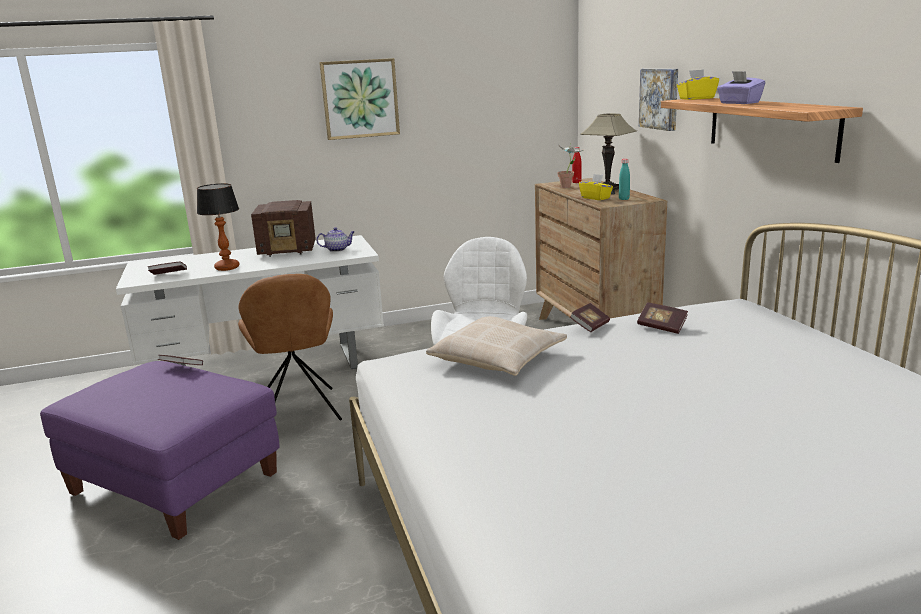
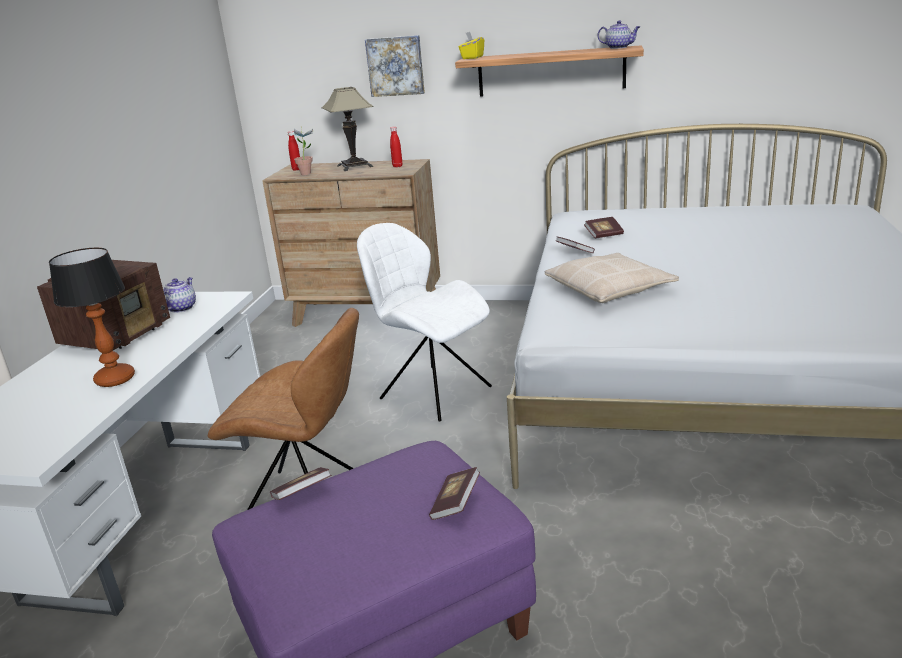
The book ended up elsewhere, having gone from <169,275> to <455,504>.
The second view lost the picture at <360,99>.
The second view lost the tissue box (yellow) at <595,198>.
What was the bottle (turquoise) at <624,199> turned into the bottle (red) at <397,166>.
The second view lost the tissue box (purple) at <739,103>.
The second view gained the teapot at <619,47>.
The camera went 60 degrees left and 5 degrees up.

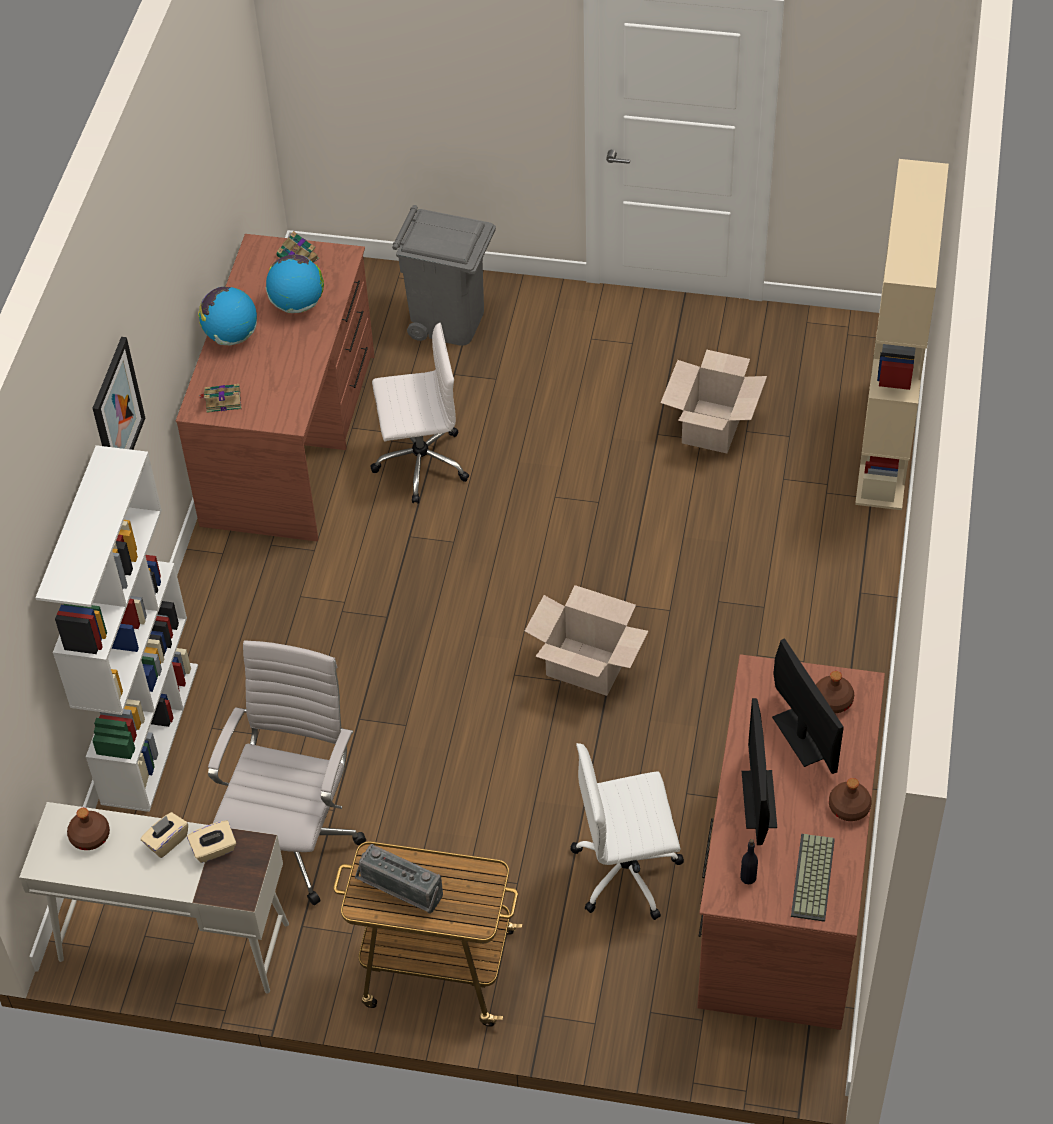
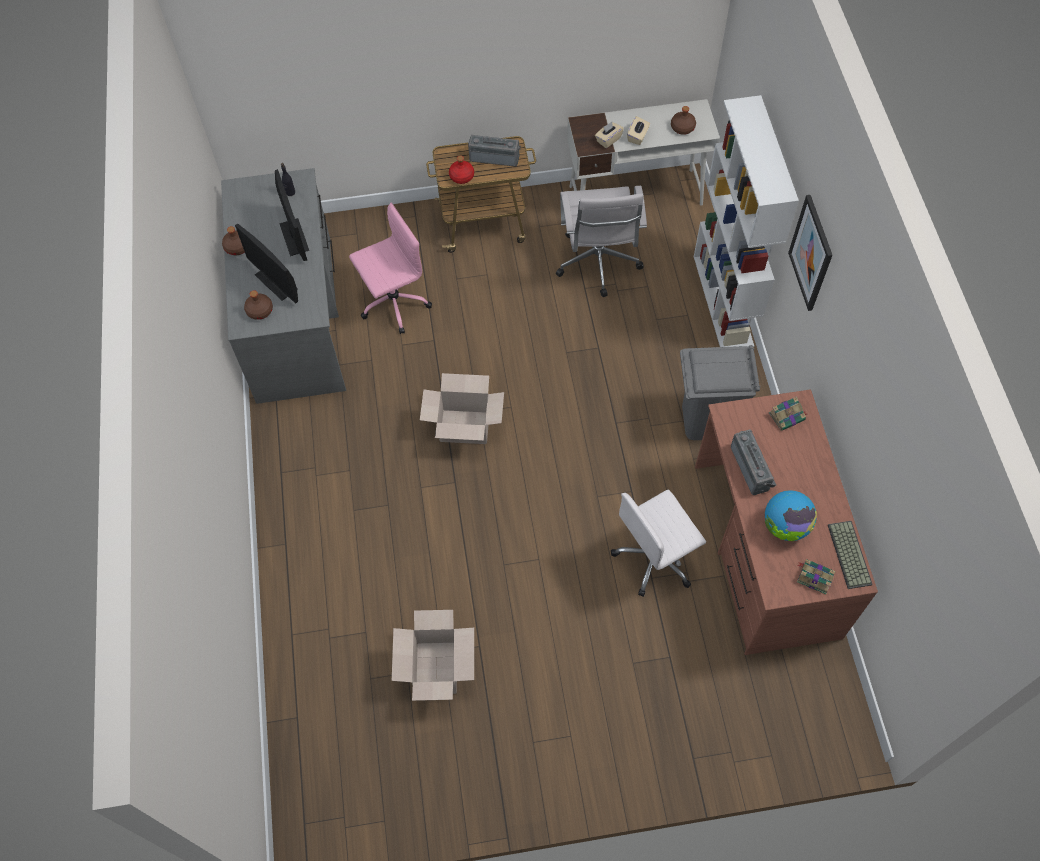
The second view lost the globe at <231,336>.
The trash can (grey) ended up elsewhere, having gone from <449,321> to <707,419>.
What was the office chair (white) at <628,871> turned into the office chair (pink) at <393,303>.
What was the desk (brown) at <784,889> turned into the desk (grey) at <296,319>.
The keyboard ended up elsewhere, having gone from <814,879> to <847,554>.
The second view lost the bookcase (beige) at <886,446>.
The second view gained the bottle (red) at <461,177>.
The second view gained the radio at <752,468>.
The camera went 160 degrees right and 10 degrees up.

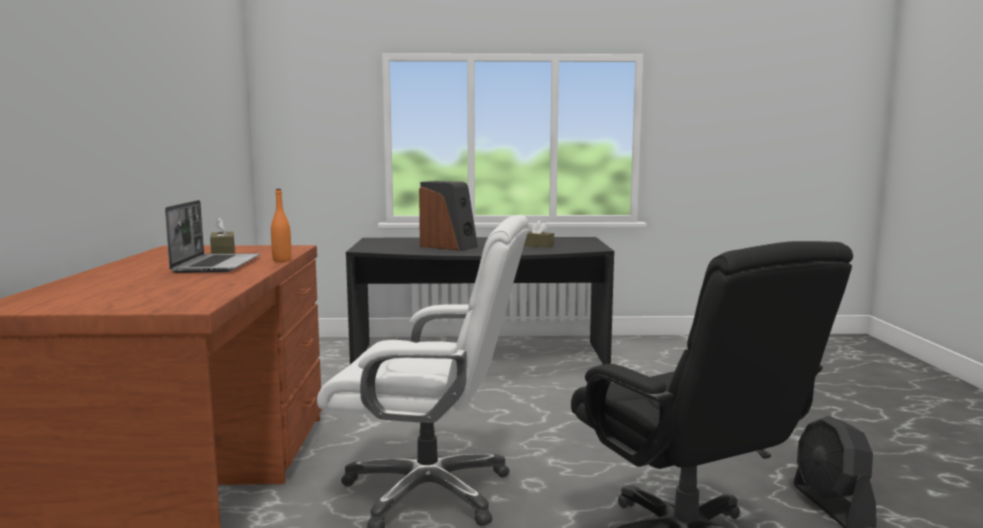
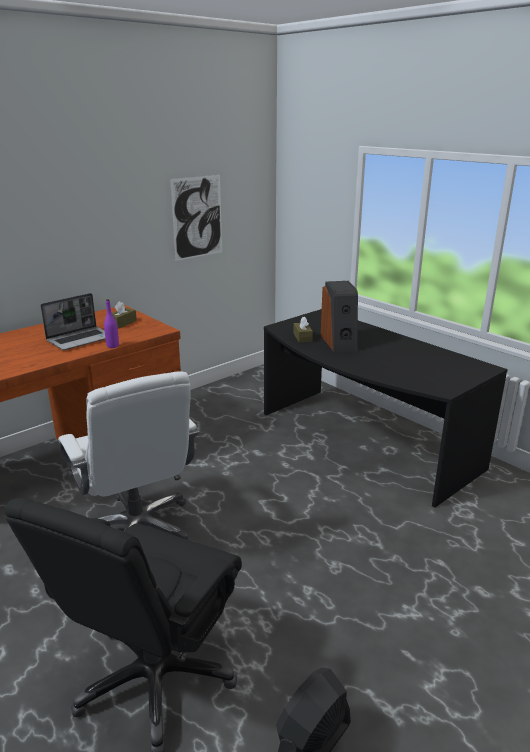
What was the bottle (orange) at <282,260> turned into the bottle (purple) at <113,346>.
The tissue box (brown) ended up elsewhere, having gone from <537,245> to <302,337>.
The second view gained the picture at <197,217>.
The camera went 50 degrees right and 15 degrees up.

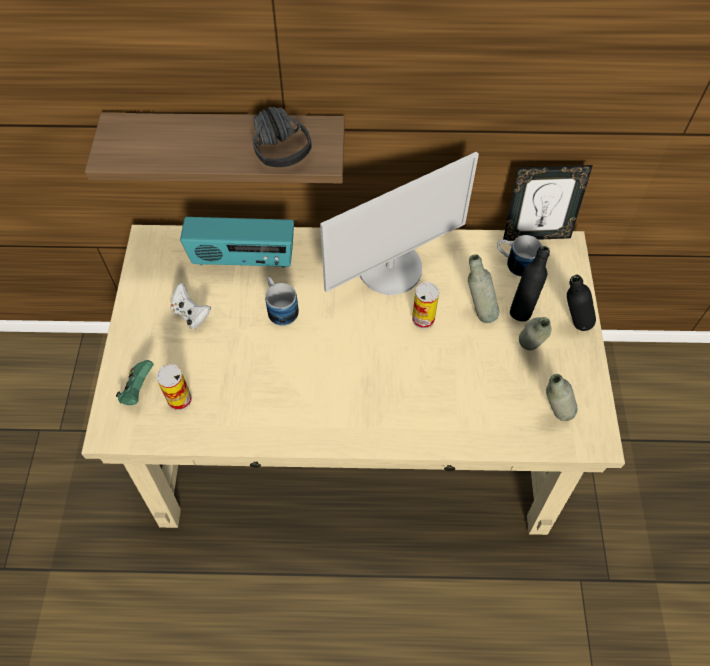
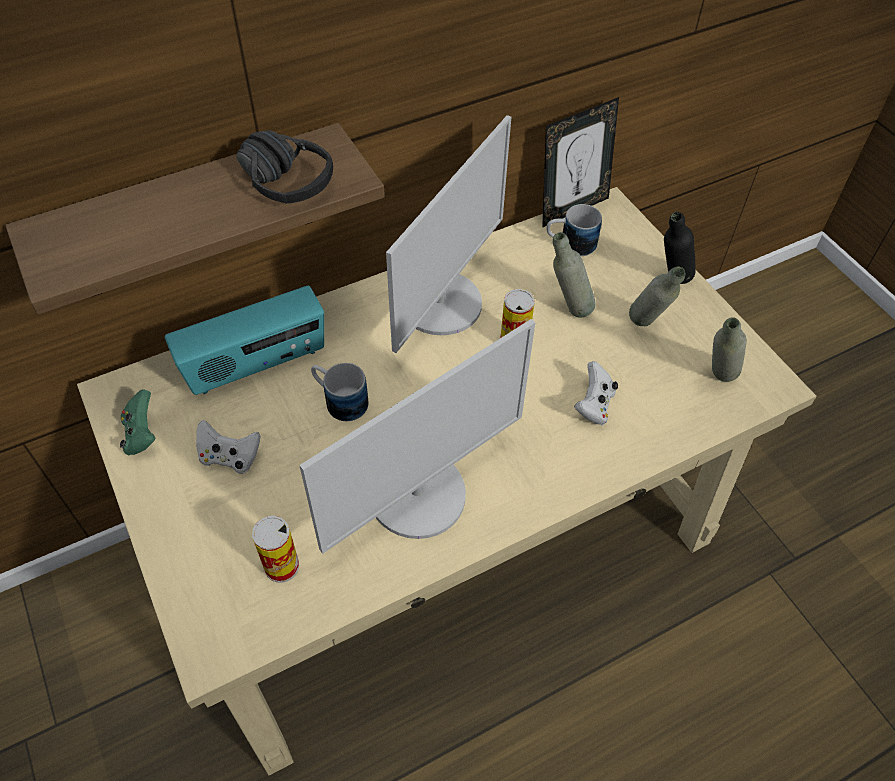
The game controller (green) ended up elsewhere, having gone from <138,390> to <142,435>.
The second view lost the bottle (black) at <522,308>.
The second view gained the monitor at <418,494>.
The second view gained the game controller (white) at <594,405>.
The camera went 30 degrees left and 5 degrees down.

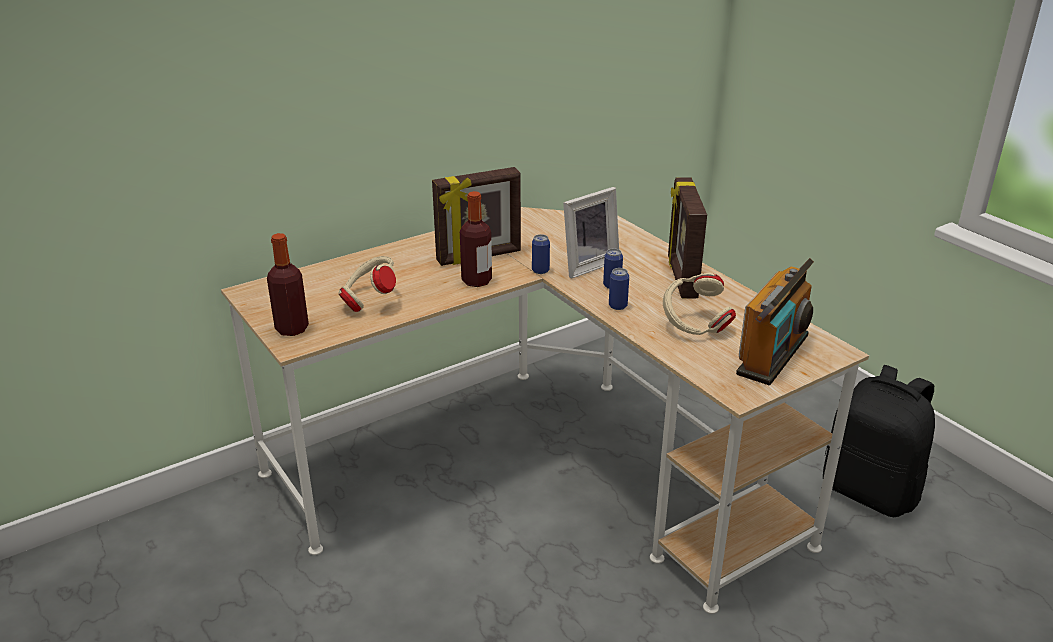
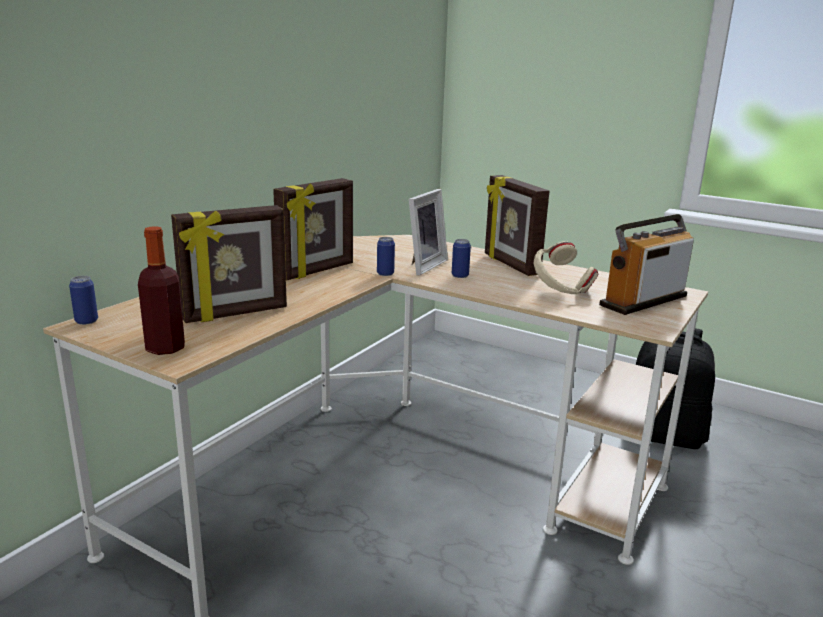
Where the headphones (beige) stood at <369,300>, the picture frame came to stand at <235,314>.
The second view lost the bottle at <476,281>.
The can ended up elsewhere, having gone from <617,306> to <86,321>.
The radio at <773,355> ended up facing another way, 135 degrees counterclockwise from before.
The camera went 25 degrees left and 10 degrees down.

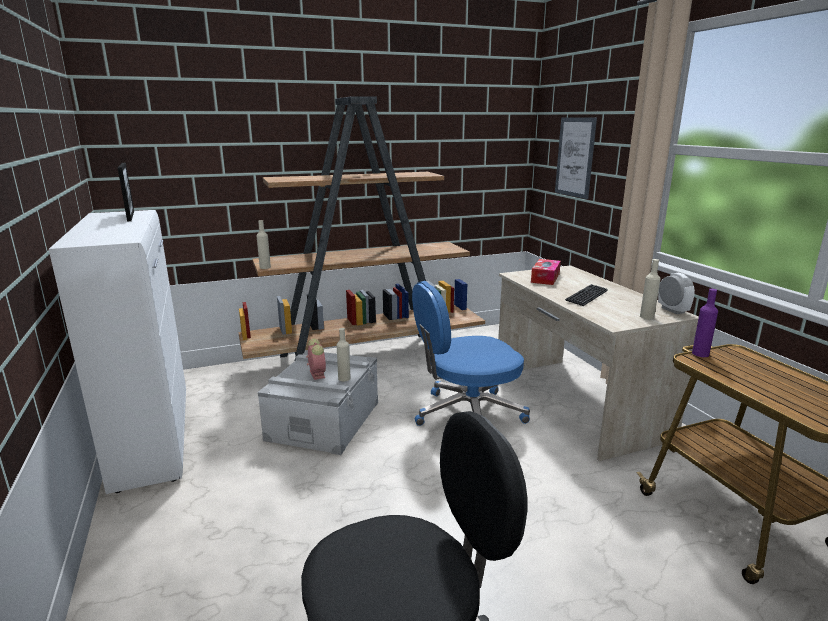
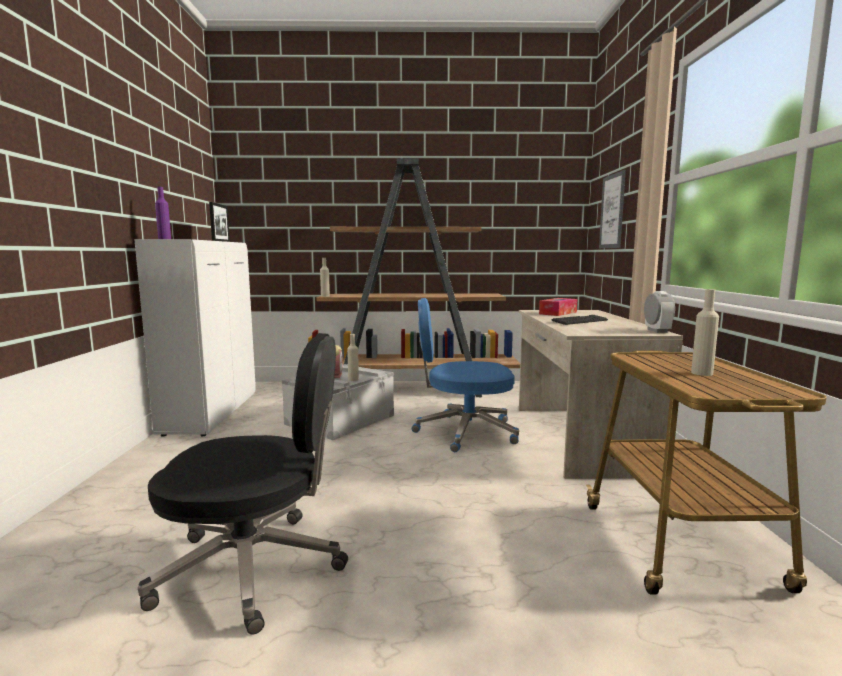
The bottle (beige) ended up elsewhere, having gone from <647,316> to <702,373>.
The bottle (purple) ended up elsewhere, having gone from <700,354> to <164,239>.
The camera went 20 degrees right and 10 degrees down.

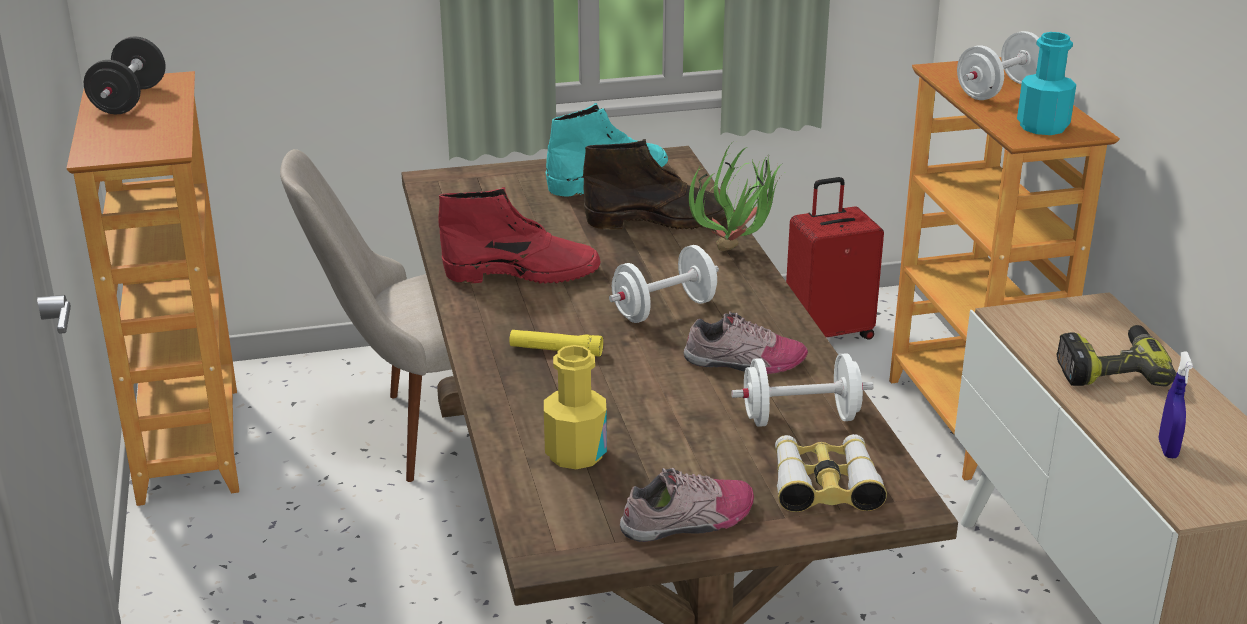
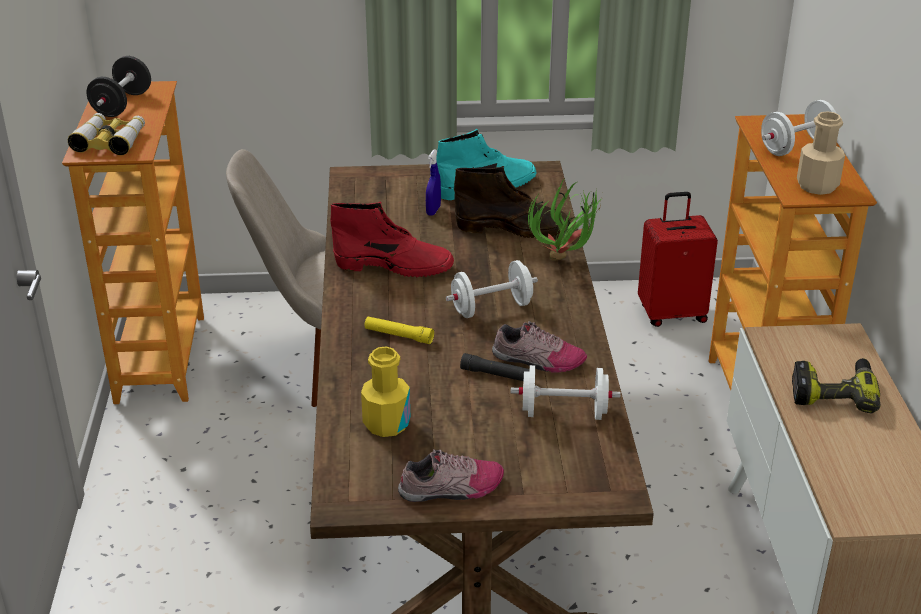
The binoculars ended up elsewhere, having gone from <824,484> to <110,141>.
What was the bottle (turquoise) at <1042,126> turned into the bottle (beige) at <817,186>.
The spray bottle (blue) ended up elsewhere, having gone from <1167,449> to <433,211>.
The second view gained the flashlight (black) at <497,375>.
The camera went 10 degrees right and 5 degrees up.

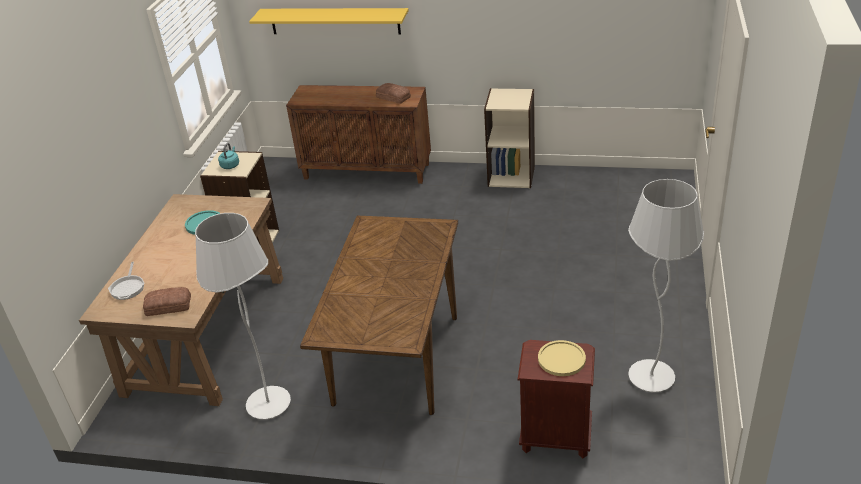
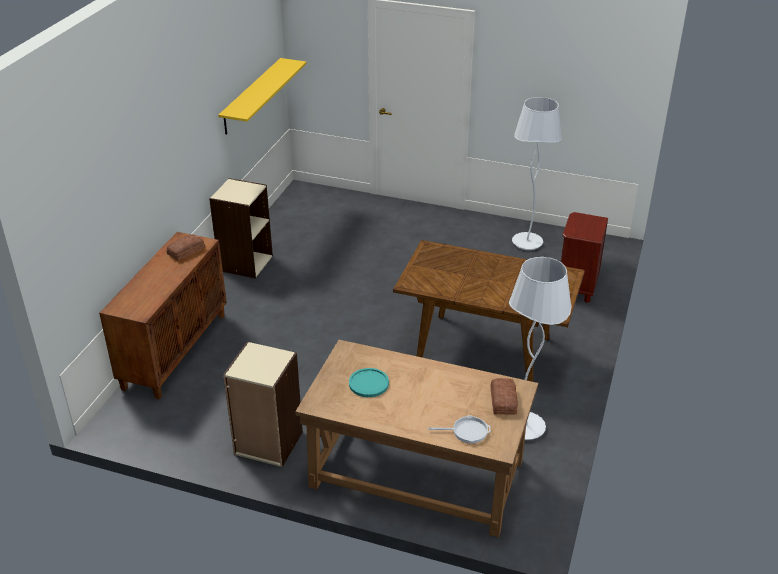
The second view lost the kettle (turquoise) at <230,165>.
The shelf (yellow) ended up elsewhere, having gone from <334,21> to <252,96>.
The second view lost the plate (yellow) at <561,359>.
The camera went 85 degrees left and 0 degrees up.

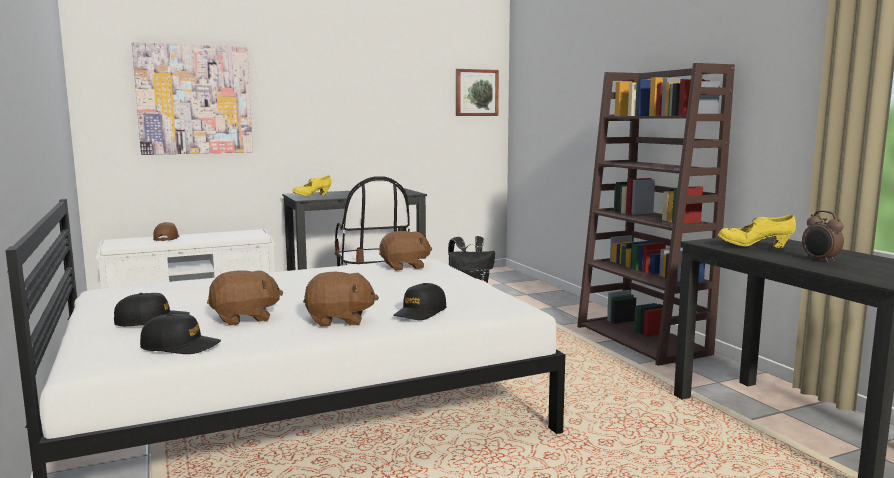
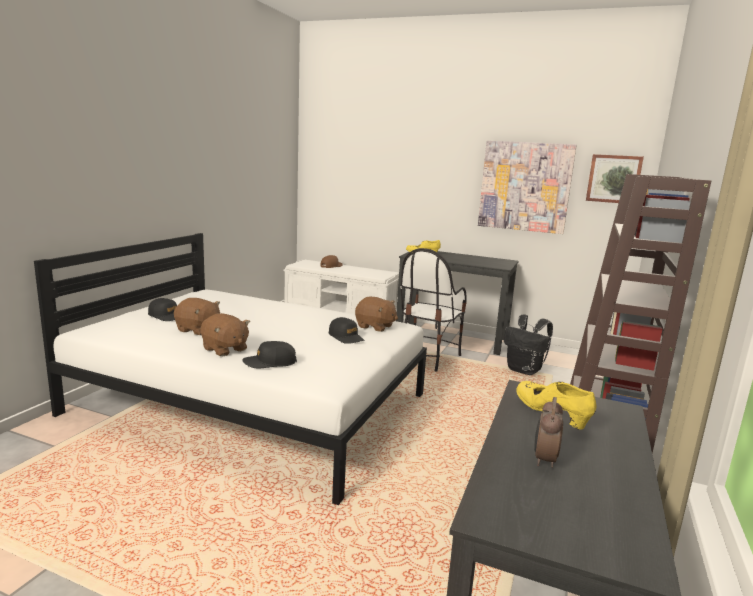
The picture ended up elsewhere, having gone from <194,99> to <525,186>.
The cap (black) ended up elsewhere, having gone from <180,346> to <346,337>.
The camera went 45 degrees right and 5 degrees up.

